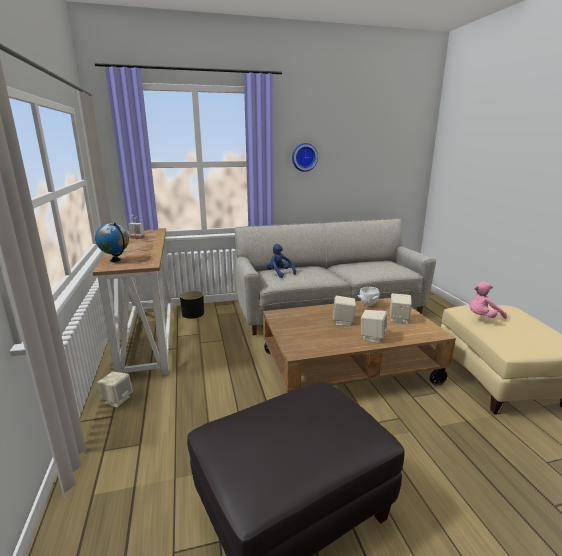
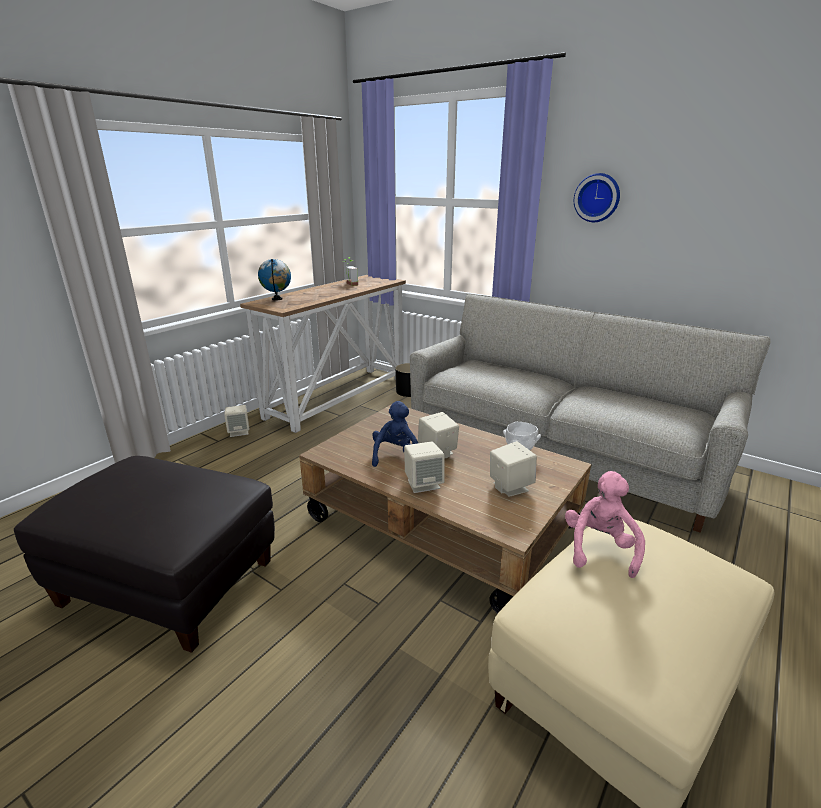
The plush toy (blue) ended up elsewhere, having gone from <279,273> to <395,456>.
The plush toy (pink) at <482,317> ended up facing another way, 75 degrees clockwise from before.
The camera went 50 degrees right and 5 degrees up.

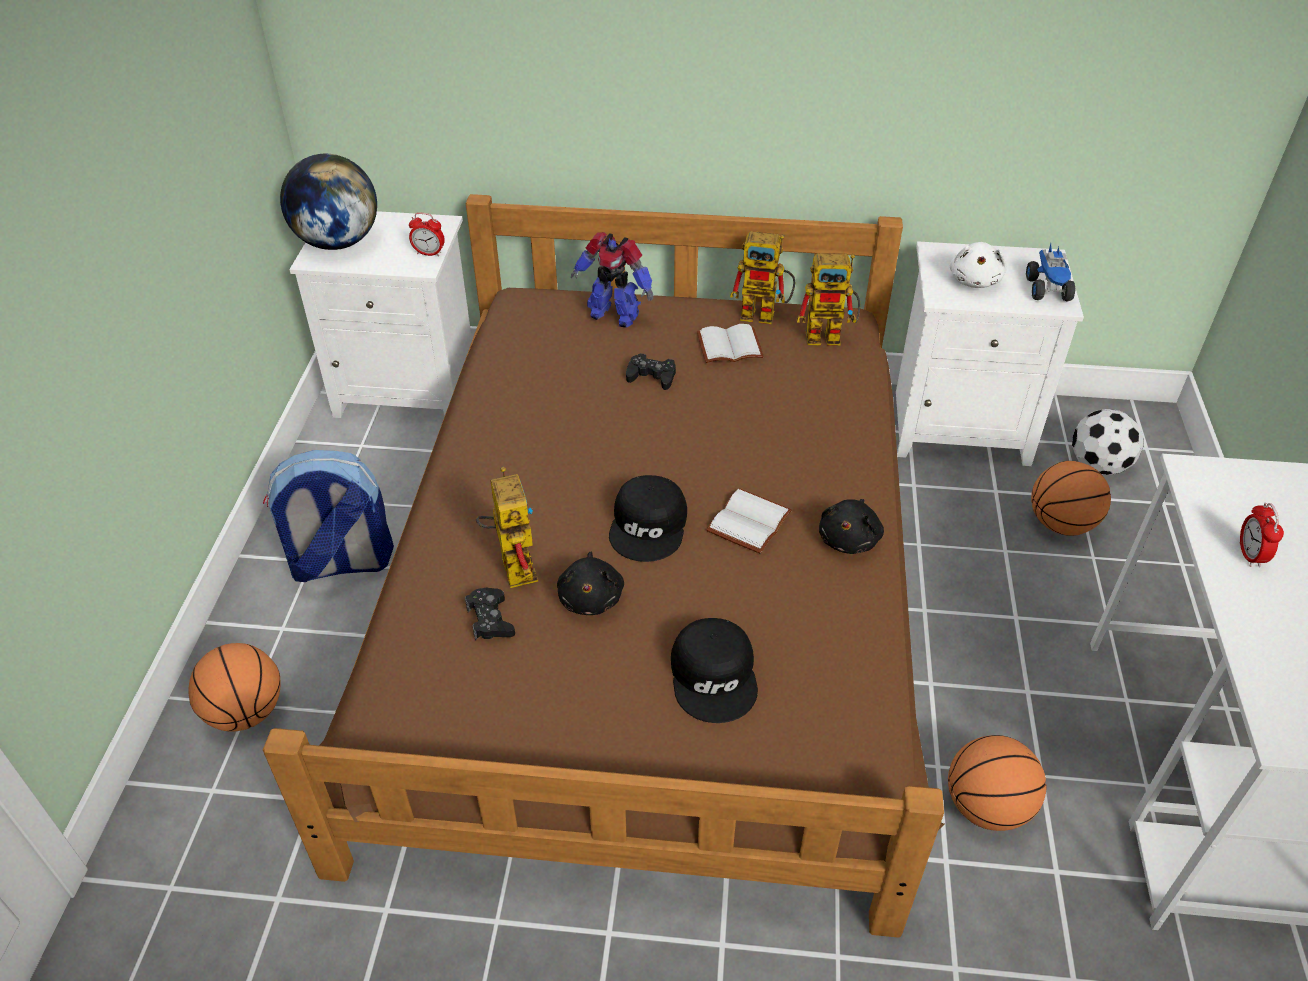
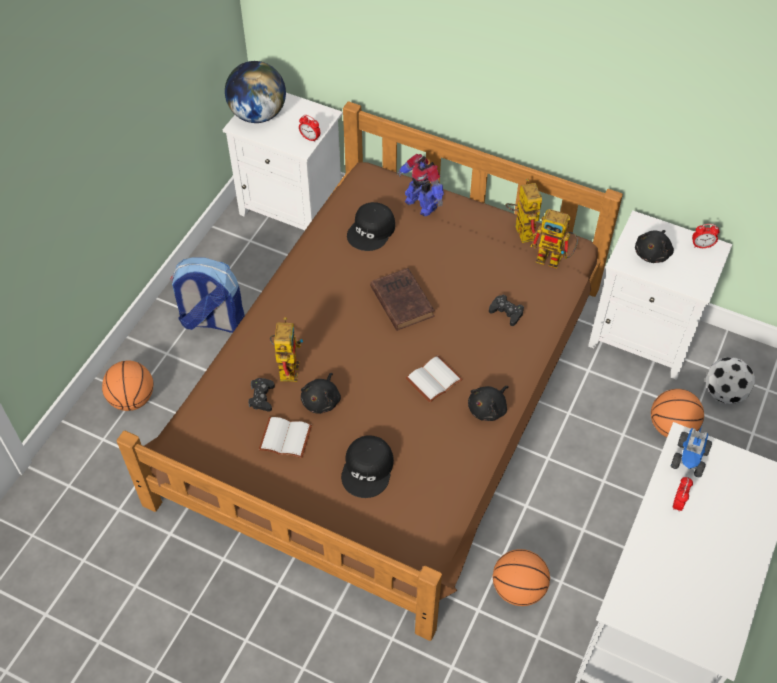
The cap (black) ended up elsewhere, having gone from <649,526> to <372,231>.
The game controller (black) ended up elsewhere, having gone from <651,376> to <506,312>.
The book (white) ended up elsewhere, having gone from <729,347> to <284,439>.
The toy robot at <765,314> ended up facing another way, 135 degrees counterclockwise from before.
What was the plush toy (white) at <975,280> turned into the plush toy (black) at <652,253>.
The toy truck ended up elsewhere, having gone from <1048,290> to <689,459>.
The second view gained the book (brown) at <401,300>.
The second view gained the alarm clock at <702,246>.
The camera went 20 degrees right and 10 degrees up.

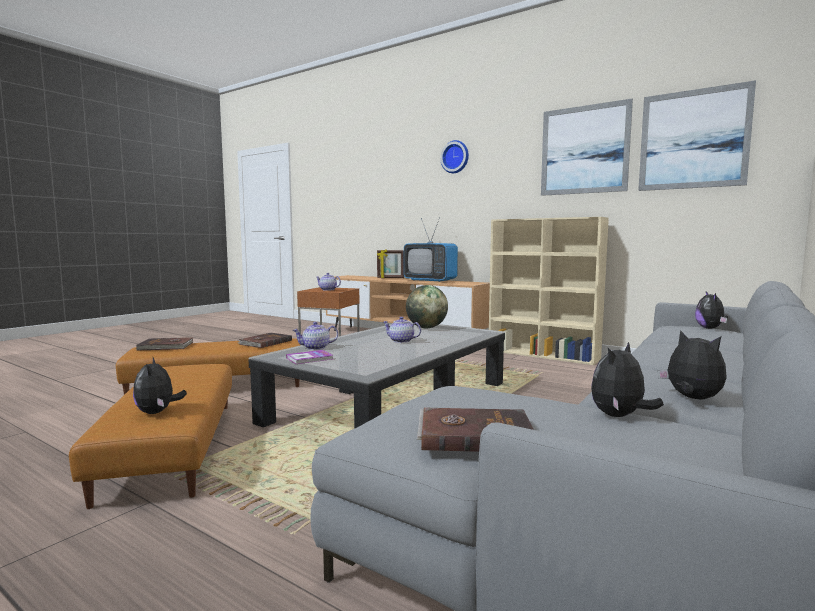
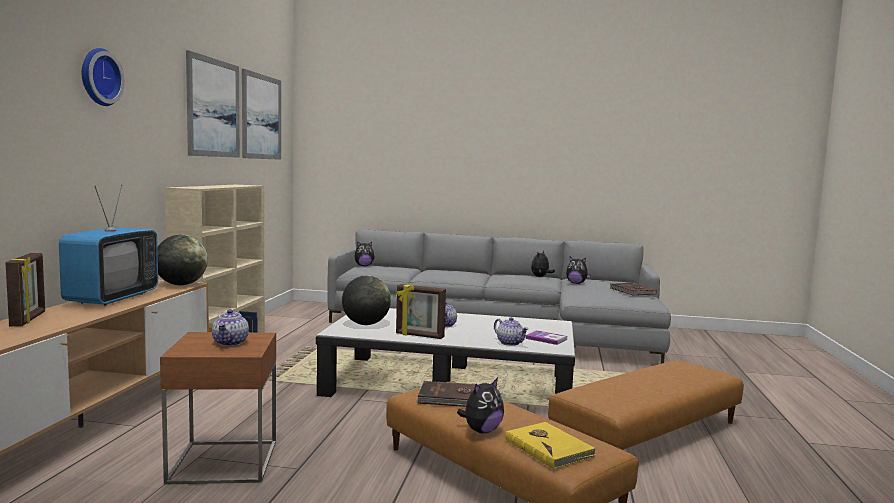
The plush toy ended up elsewhere, having gone from <158,412> to <481,430>.
What was the book (brown) at <166,346> turned into the book (yellow) at <549,448>.
The second view gained the globe at <181,284>.
The second view gained the picture frame at <419,336>.
The camera went 115 degrees left and 0 degrees up.

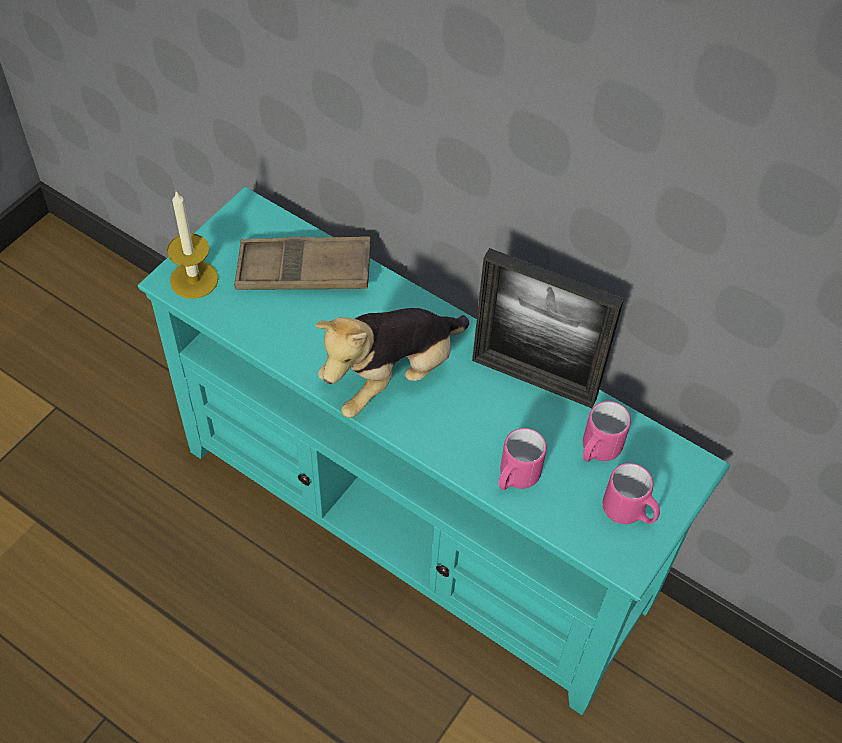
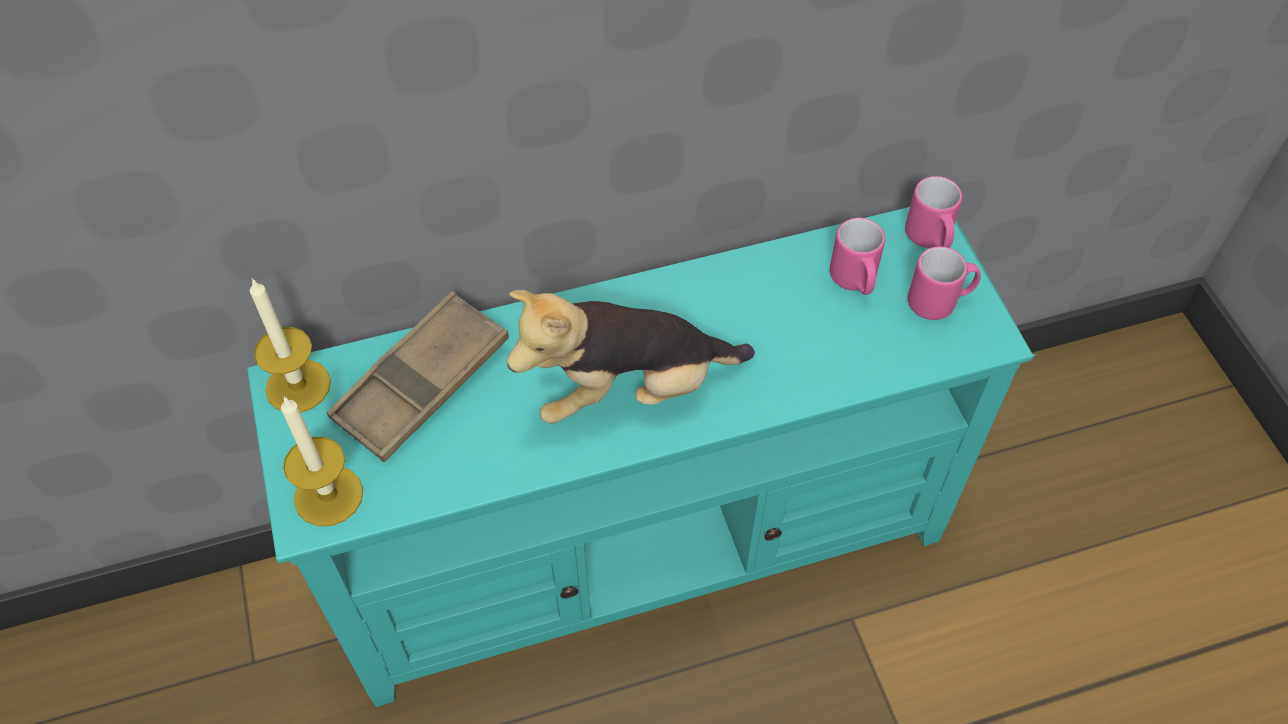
The plush toy at <391,376> ended up facing another way, 75 degrees clockwise from before.
The second view lost the picture frame at <533,379>.
The mug (pink) ended up elsewhere, having gone from <515,478> to <930,239>.
The second view gained the candle at <298,386>.
The camera went 50 degrees left and 0 degrees up.

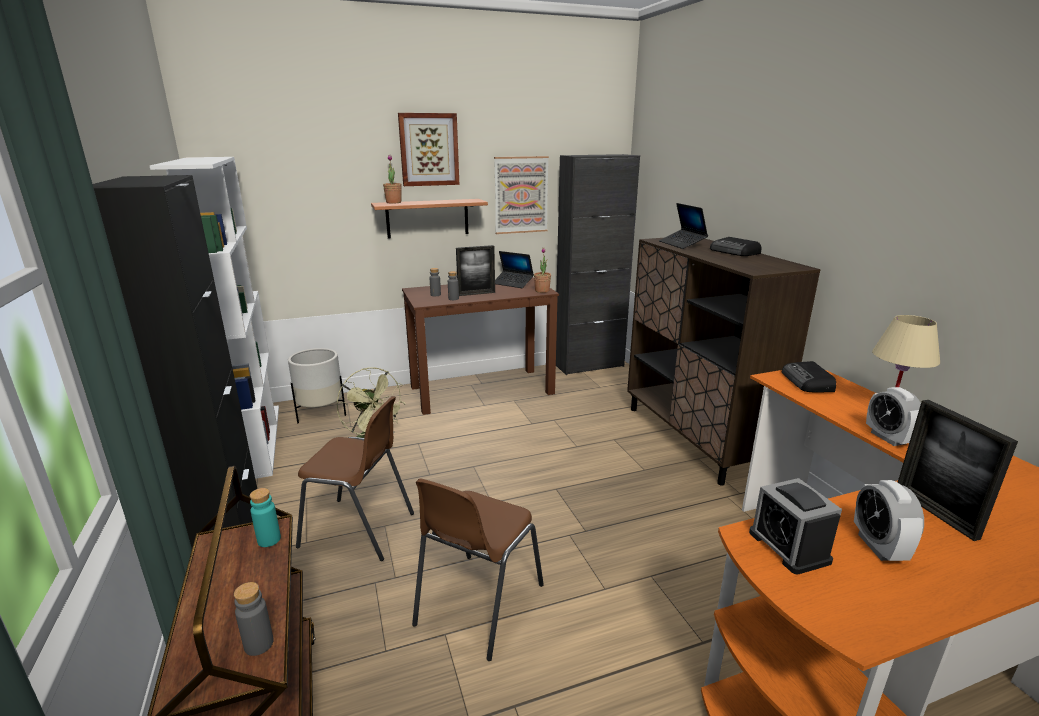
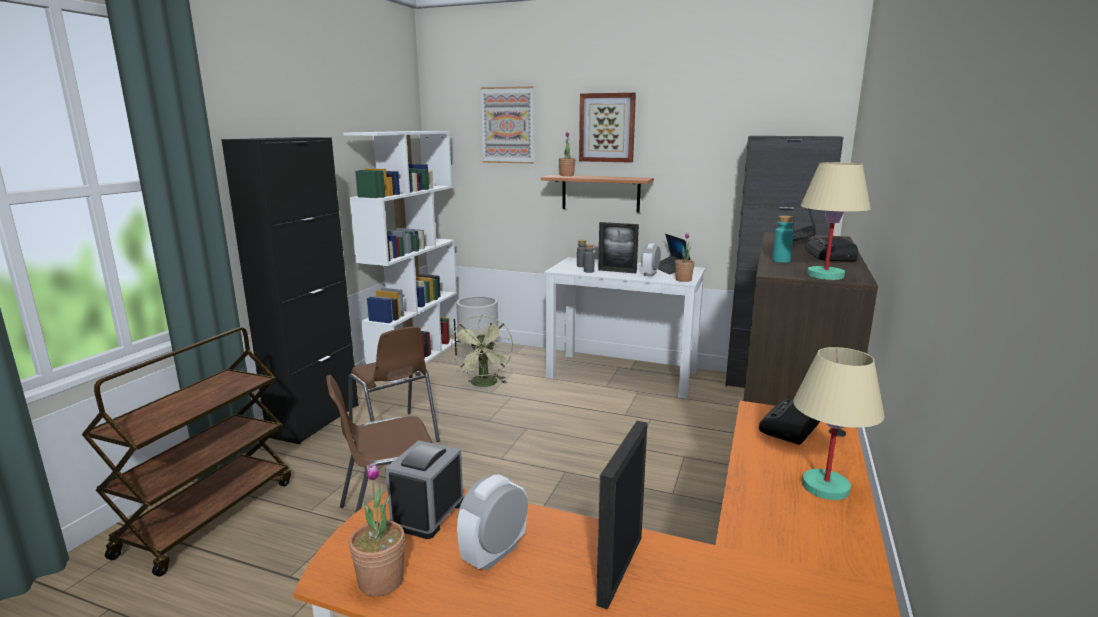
The second view lost the bottle (grey) at <259,644>.
The bottle (turquoise) ended up elsewhere, having gone from <269,540> to <781,260>.
What was the desk (brown) at <482,390> turned into the desk (white) at <622,374>.
The picture ended up elsewhere, having gone from <521,195> to <508,125>.
The alarm clock ended up elsewhere, having gone from <887,438> to <650,274>.
The second view gained the potted plant at <381,581>.
The second view gained the table lamp (beige) at <826,275>.
The camera went 40 degrees right and 5 degrees down.

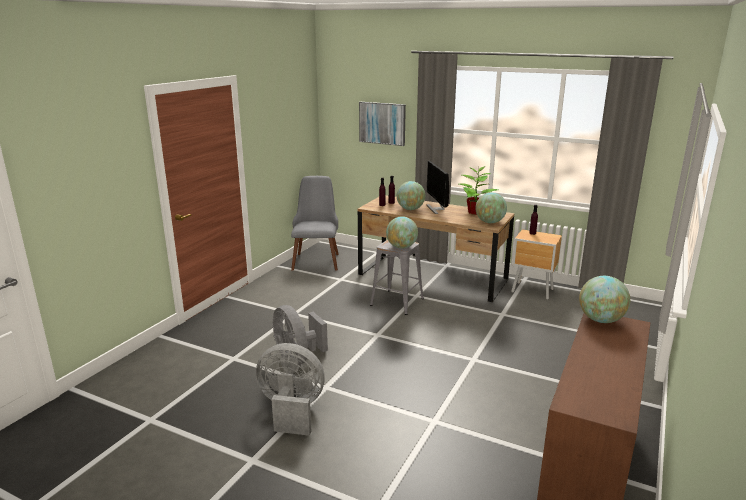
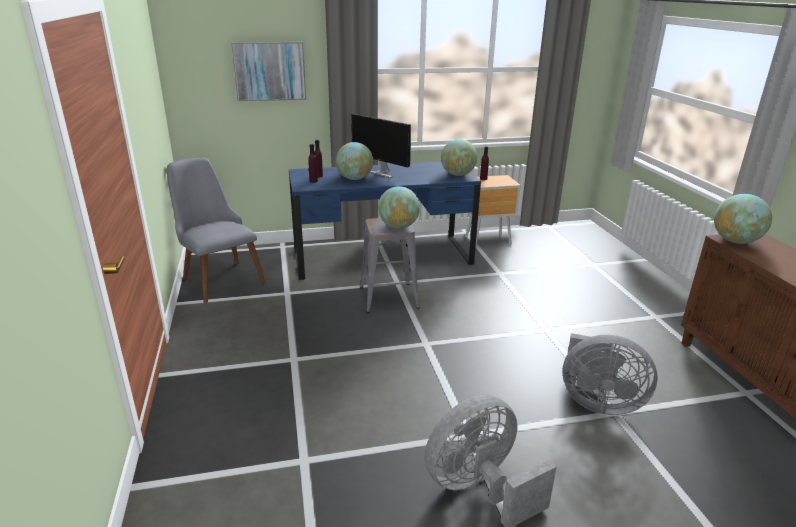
The fan (grey) ended up elsewhere, having gone from <297,359> to <597,402>.
What was the desk (brown) at <432,277> turned into the desk (blue) at <382,257>.
The second view lost the potted plant at <474,212>.
The camera went 40 degrees left and 5 degrees up.

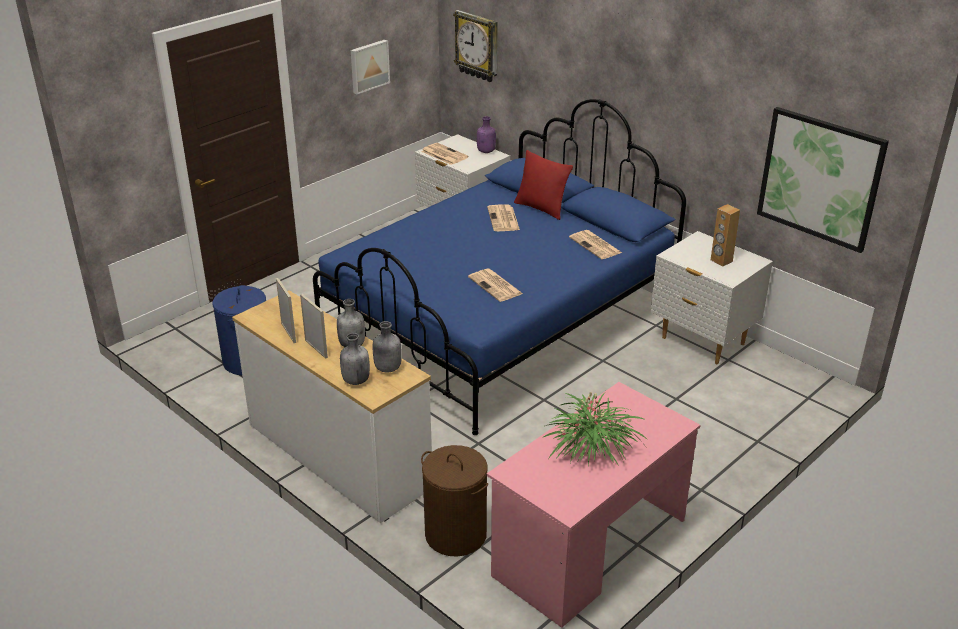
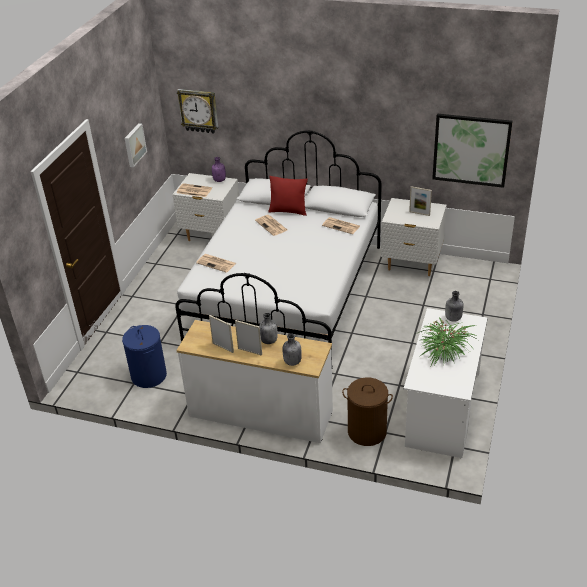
What was the bed (blue) at <500,322> turned into the bed (white) at <287,292>.
The bottle (grey) ended up elsewhere, having gone from <387,368> to <453,318>.
The newspaper ended up elsewhere, having gone from <496,286> to <217,263>.
What was the desk (pink) at <589,548> turned into the desk (white) at <443,409>.
Where the speaker (brown) stood at <721,261>, the picture frame came to stand at <419,213>.
The camera went 25 degrees left and 5 degrees up.

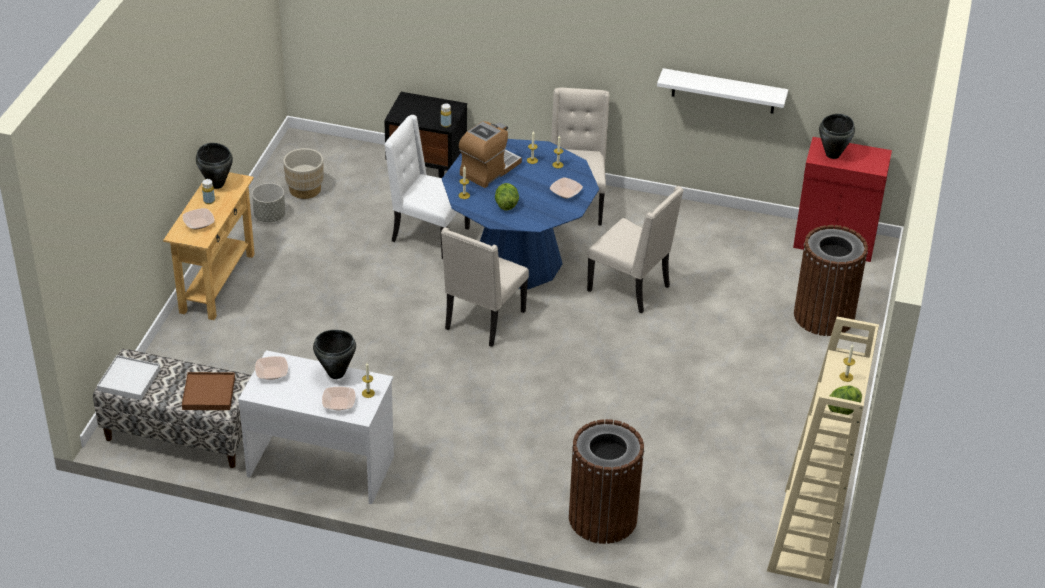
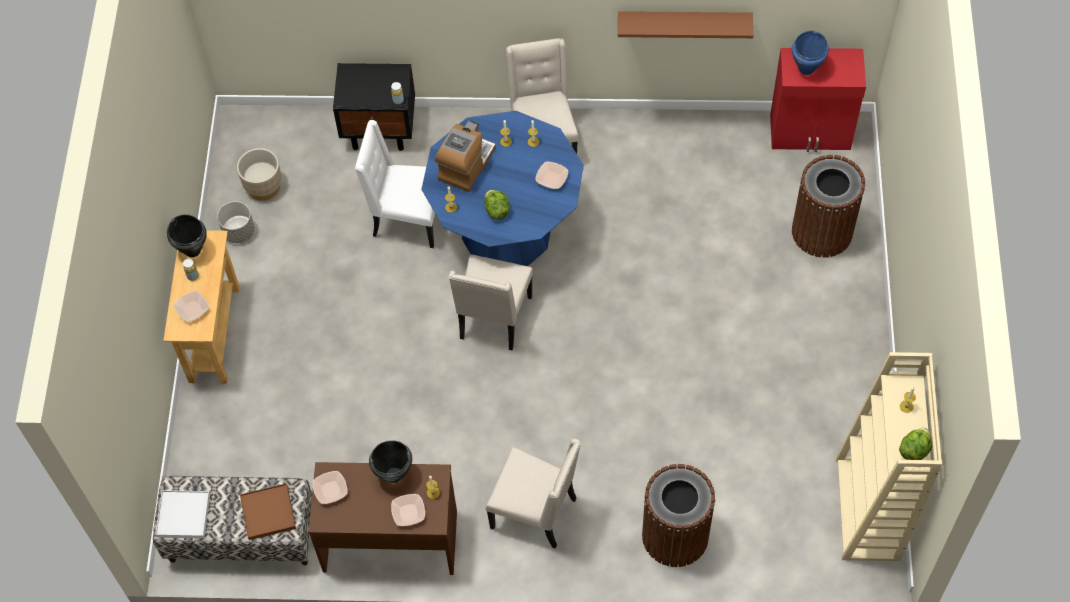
What was the desk (white) at <321,465> turned into the desk (brown) at <390,540>.
The chair (beige) ended up elsewhere, having gone from <631,288> to <536,512>.
What was the shelf (white) at <723,91> turned into the shelf (brown) at <684,22>.
What was the cooking pot (black) at <833,154> turned into the cooking pot (blue) at <807,69>.
The camera went 10 degrees left and 20 degrees up.

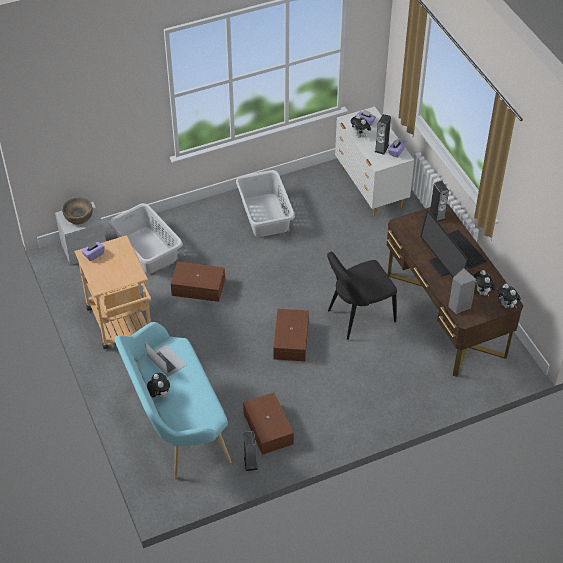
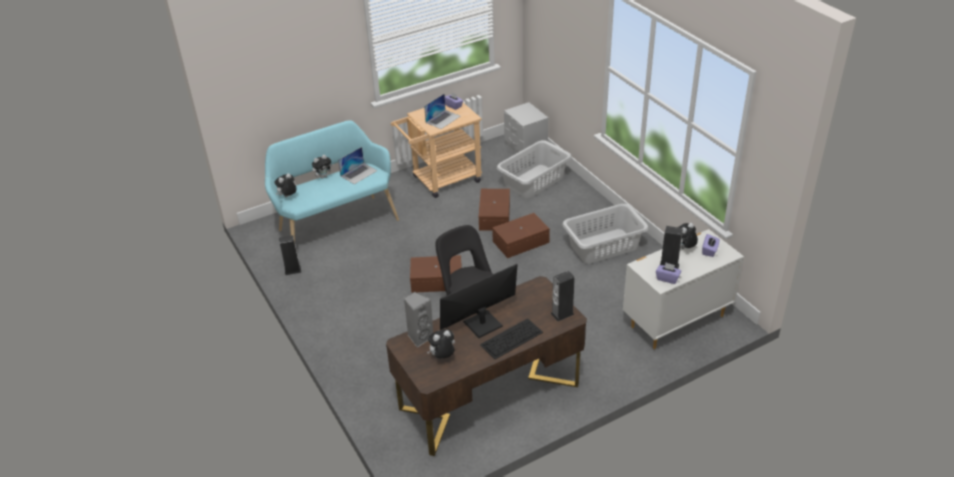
The second view lost the bowl (brown) at <78,216>.
The storage box (brown) ended up elsewhere, having gone from <267,429> to <520,241>.
The plush toy ended up elsewhere, having gone from <506,305> to <288,197>.
The second view gained the laptop at <443,119>.
The camera went 85 degrees right and 10 degrees down.

